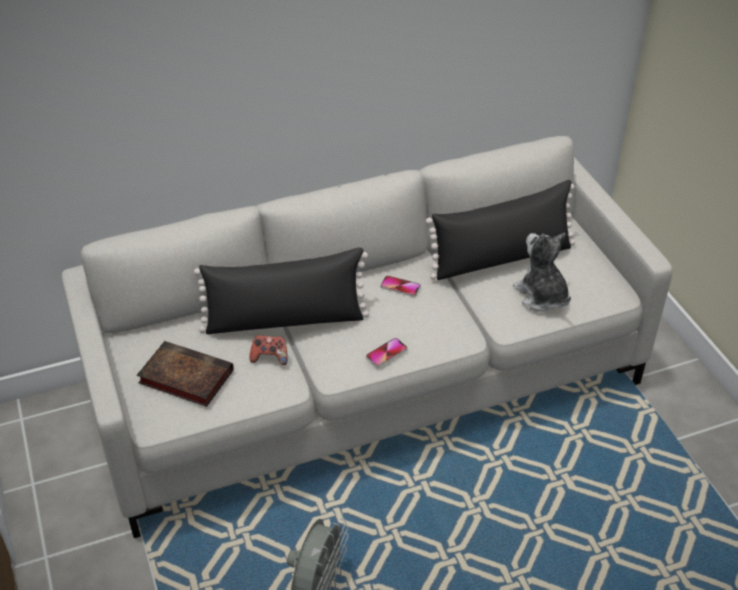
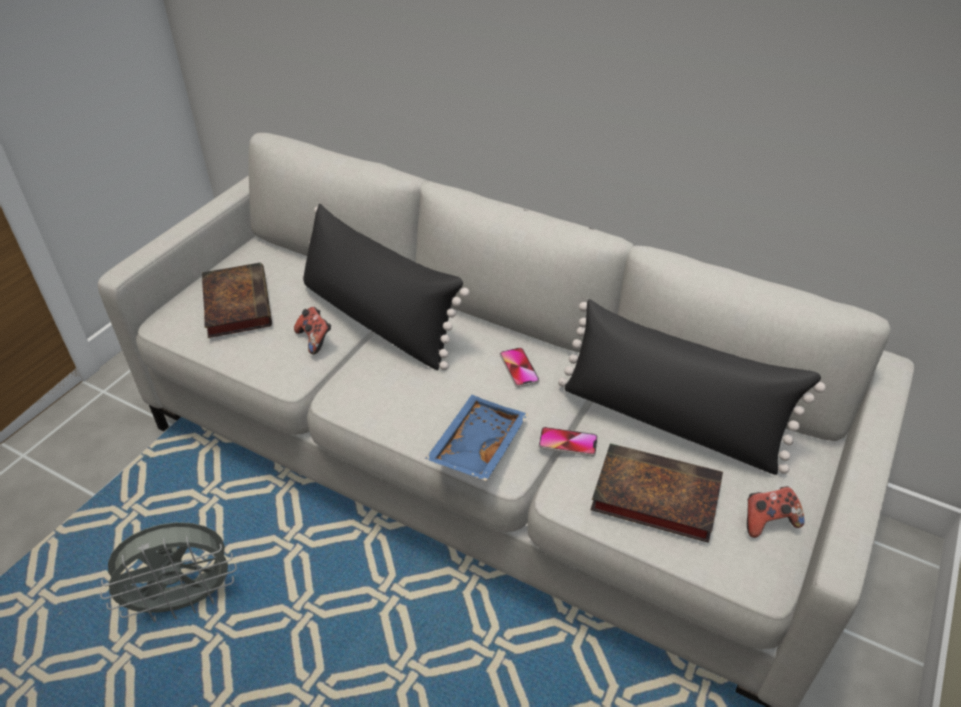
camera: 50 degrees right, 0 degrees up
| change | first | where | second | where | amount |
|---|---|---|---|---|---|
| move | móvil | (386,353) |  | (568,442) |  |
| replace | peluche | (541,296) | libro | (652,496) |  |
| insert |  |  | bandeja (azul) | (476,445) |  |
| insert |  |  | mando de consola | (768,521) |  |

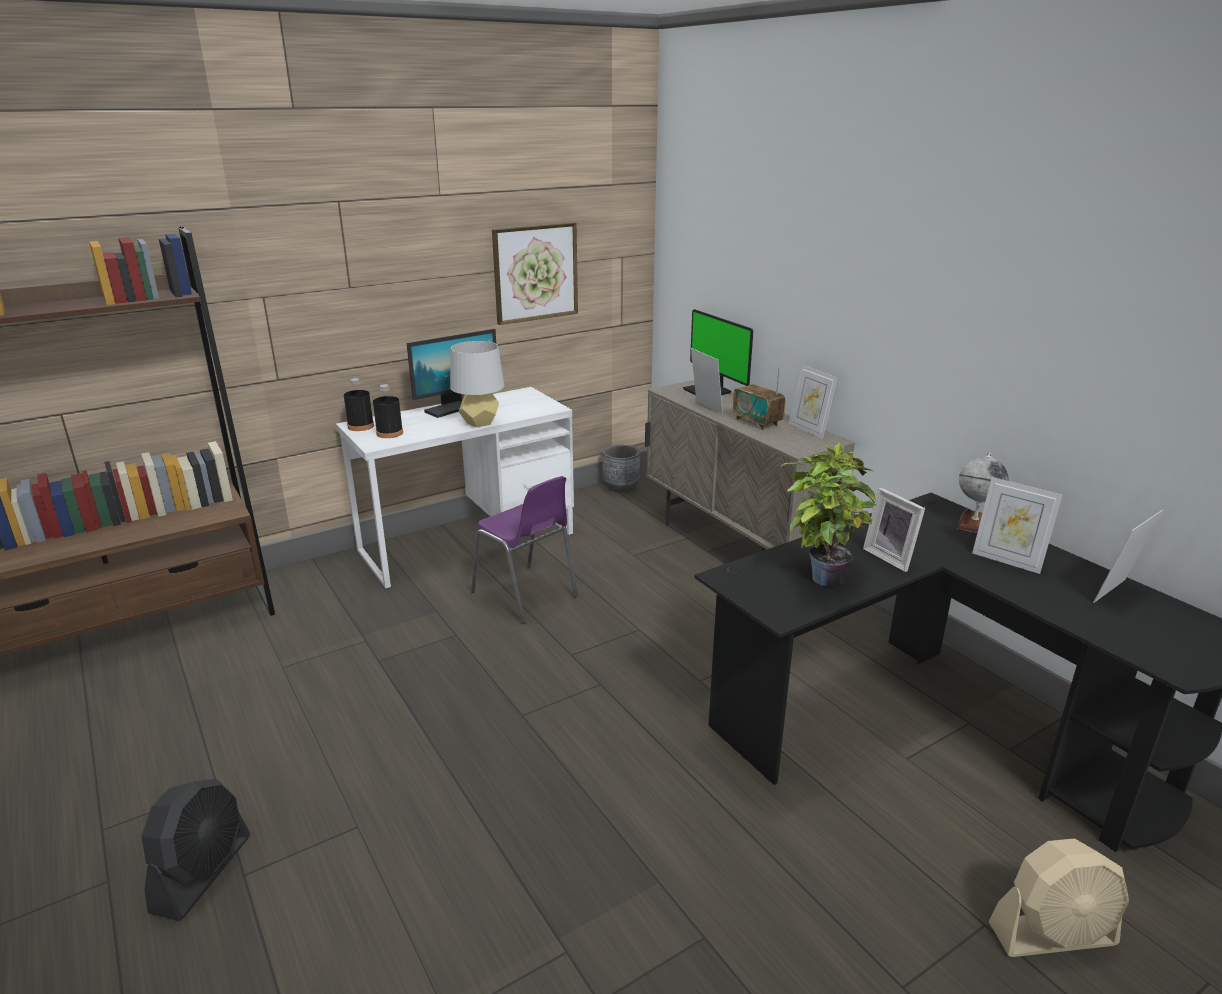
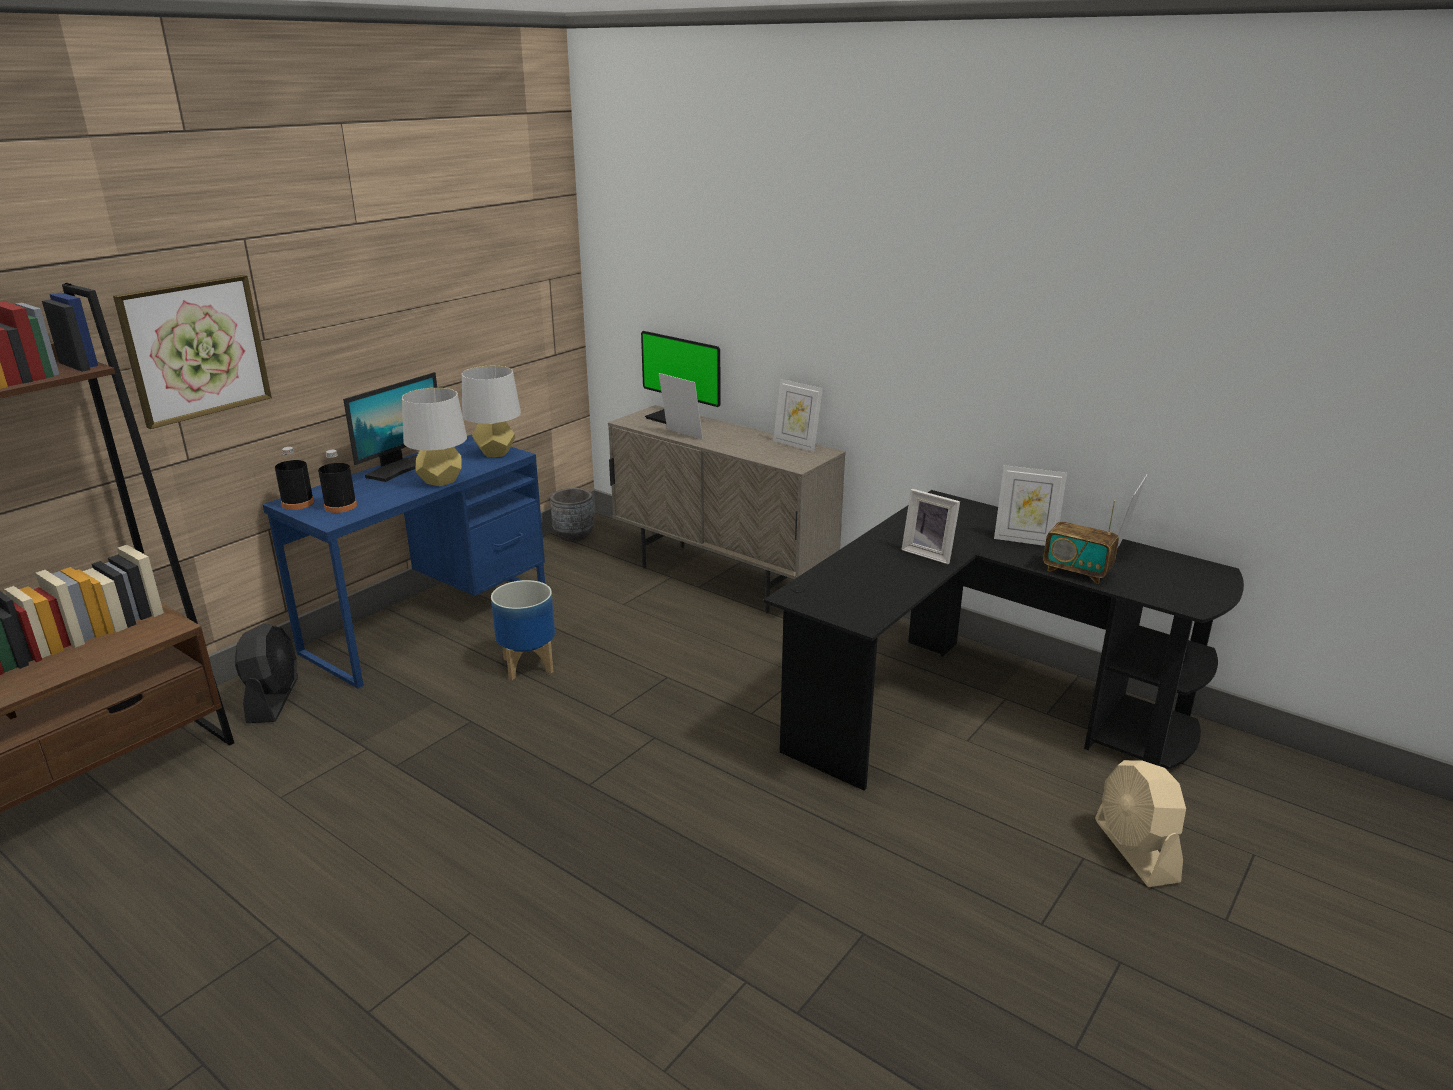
camera: 20 degrees left, 0 degrees up
| change | first | where | second | where | amount |
|---|---|---|---|---|---|
| move | ventilador (negro) | (202,873) |  | (273,700) |  |
| recolor | escritorio (blanco) | (467,542) | escritorio (azul) | (429,621) |  |
| replace | silla (morado) | (526,595) | maceta | (528,666) |  |
| move | cuadro | (535,272) |  | (195,349) |  |
| move | radio | (757,422) |  | (1077,571) |  |
| delete | planta en maceta | (820,575) |  |  |  |
| delete | globo terráqueo | (974,524) |  |  |  |
| rotate | ventilador (beis) | (1053,934) |  | (1135,851) | 105 degrees clockwise |
| insert |  |  | lámpara de mesa (gris) | (495,453) |  |

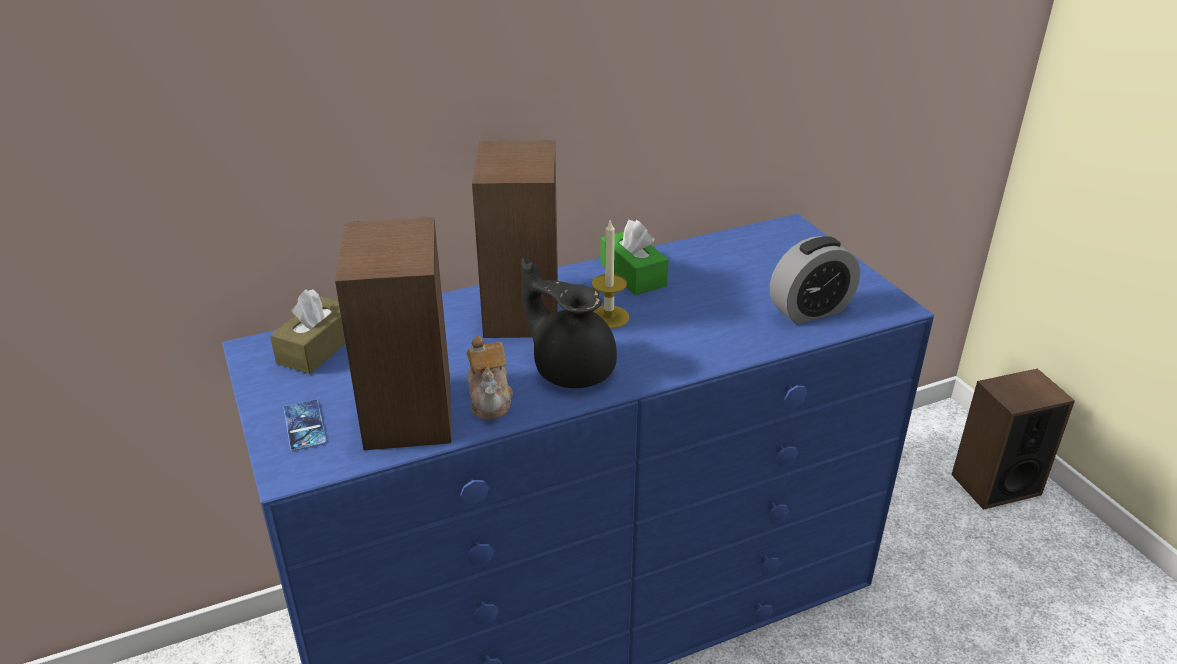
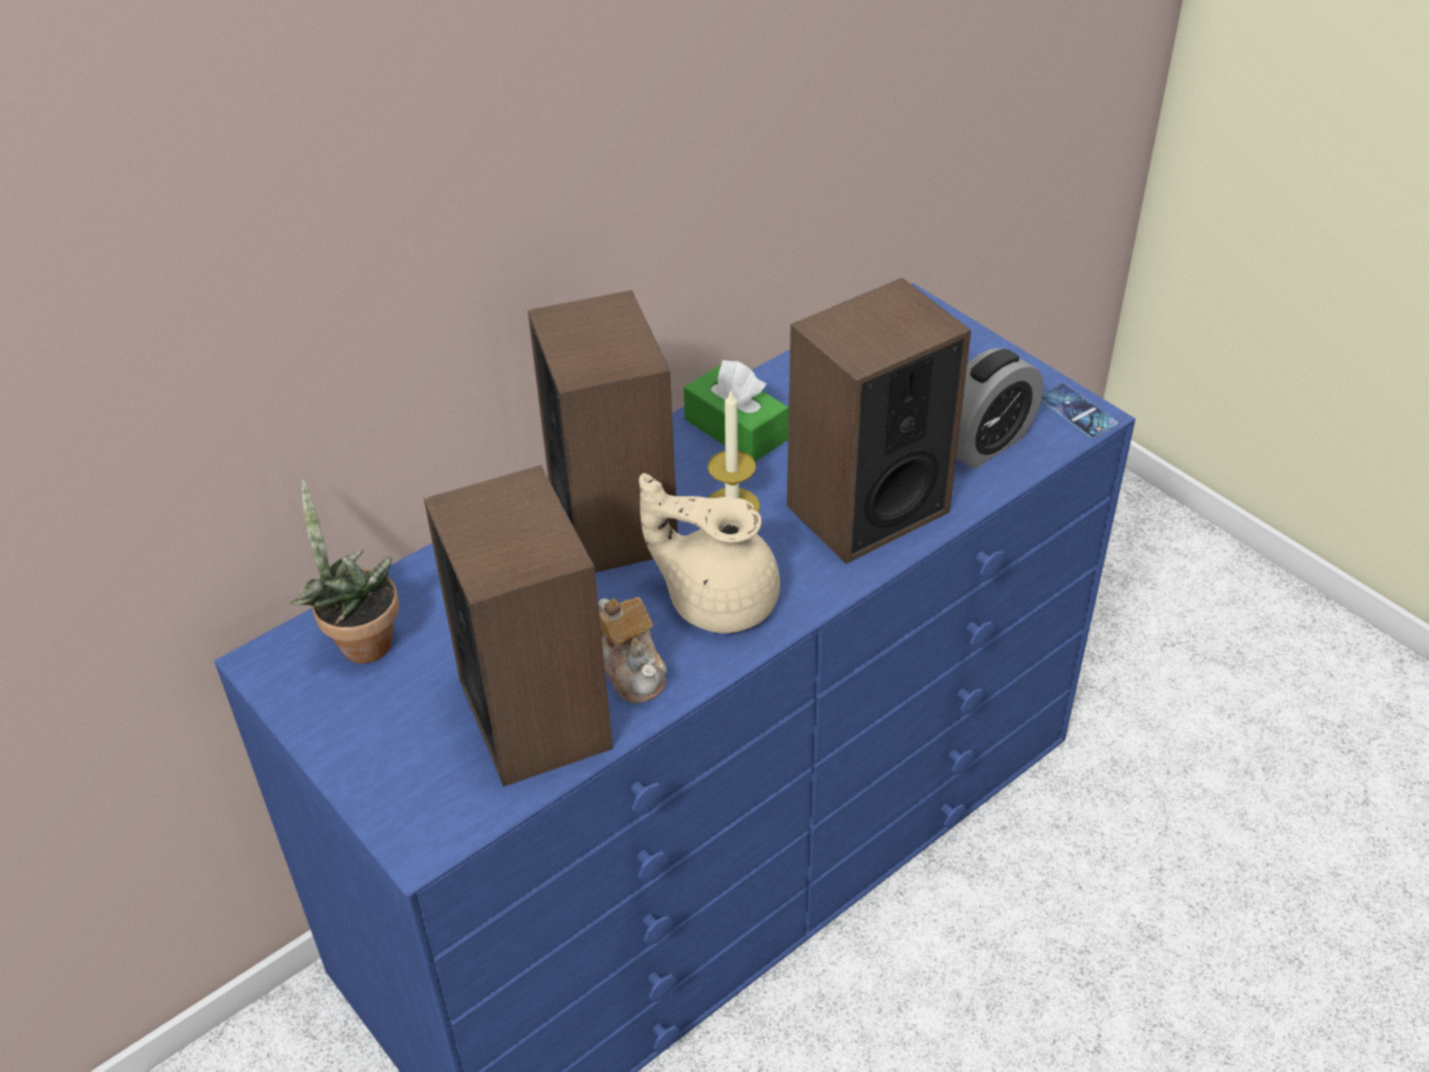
camera: 15 degrees left, 10 degrees up
| change | first | where | second | where | amount |
|---|---|---|---|---|---|
| replace | caja de pañuelos (marrón) | (318,348) | planta en maceta | (359,642) |  |
| move | móvil | (304,425) |  | (1077,411) |  |
| recolor | tetera (negro) | (571,368) | tetera (beis) | (718,599) |  |
| move | altavoz | (995,484) |  | (866,508) |  |

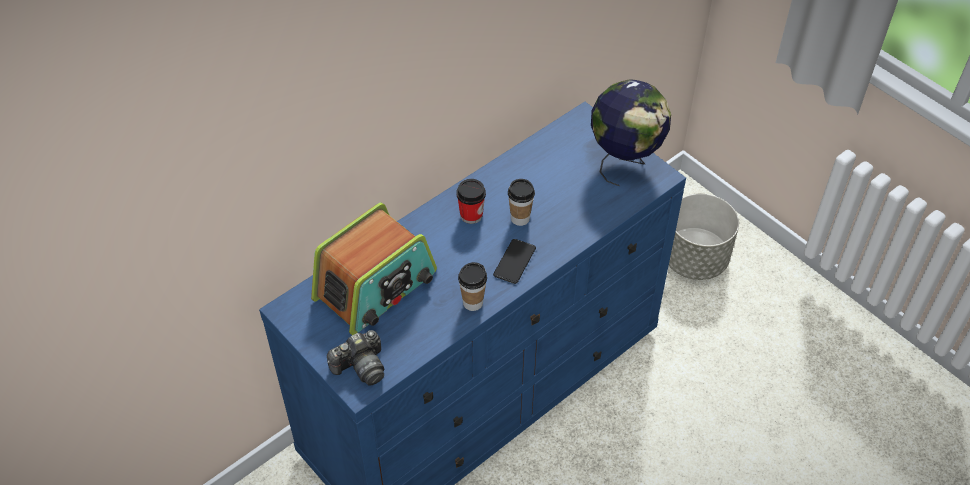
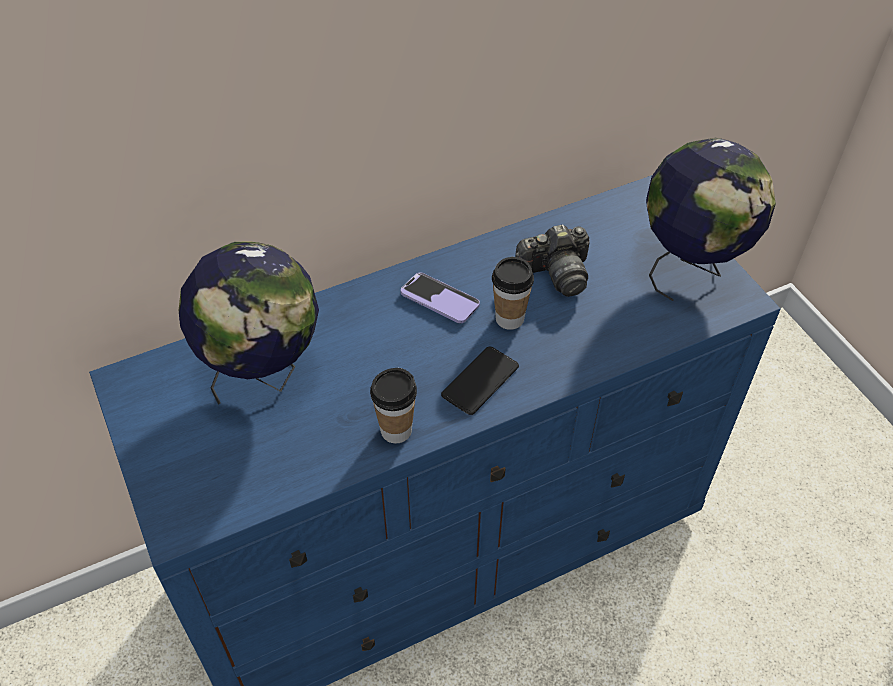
camera: 15 degrees right, 0 degrees up
| change | first | where | second | where | amount |
|---|---|---|---|---|---|
| replace | radio | (376,286) | globo terráqueo | (264,374) |  |
| move | cámara | (360,367) |  | (556,274) |  |
| replace | taza | (471,215) | móvil | (440,299) |  |
| delete | maceta (gris) | (695,259) |  |  |  |

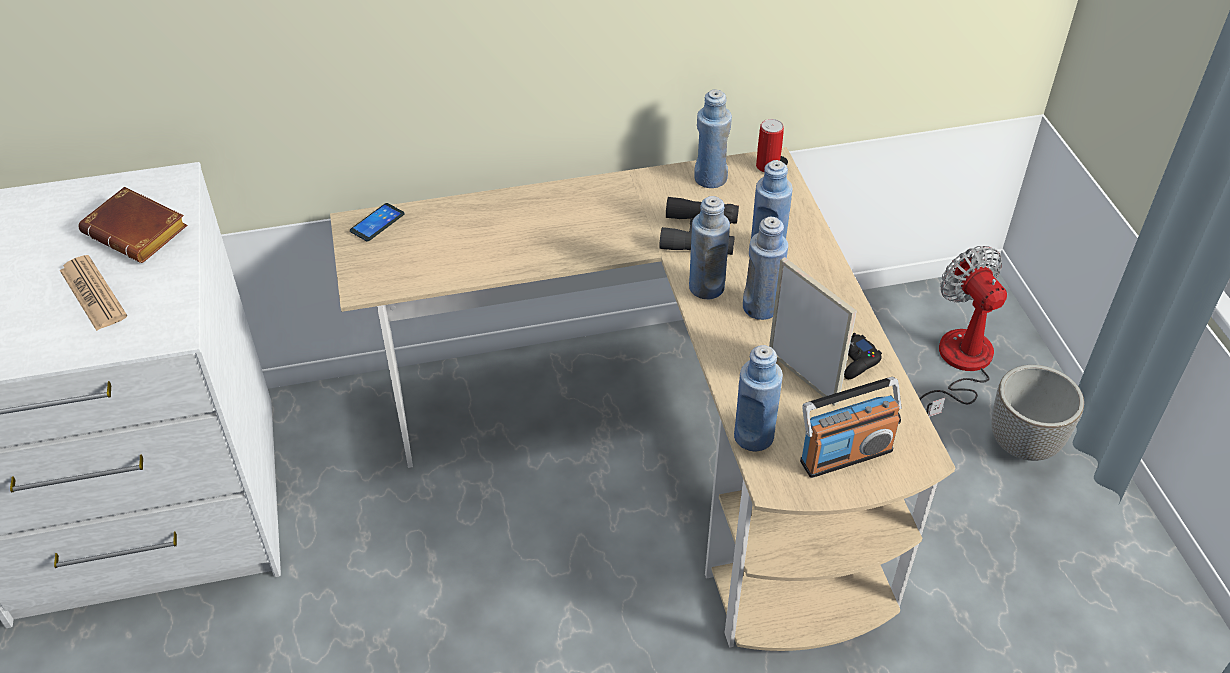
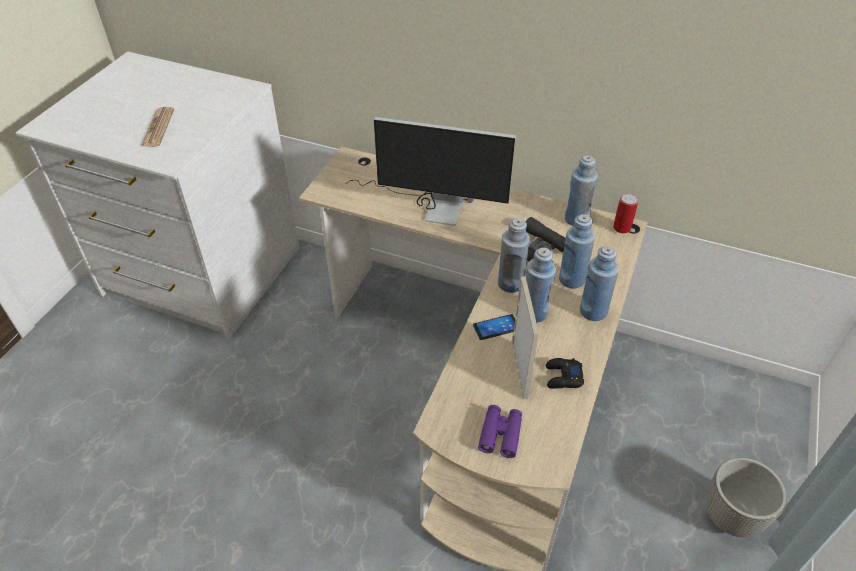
camera: 35 degrees right, 0 degrees up
| change | first | where | second | where | amount |
|---|---|---|---|---|---|
| delete | libro (marrón) | (139,231) |  |  |  |
| move | móvil | (377,223) |  | (496,327) |  |
| move | botella (azul) | (753,436) |  | (593,311) |  |
| replace | radio | (845,455) | prismáticos (morado) | (500,434) |  |
| delete | ventilador | (958,365) |  |  |  |
| insert |  |  | monitor | (431,207) |  |

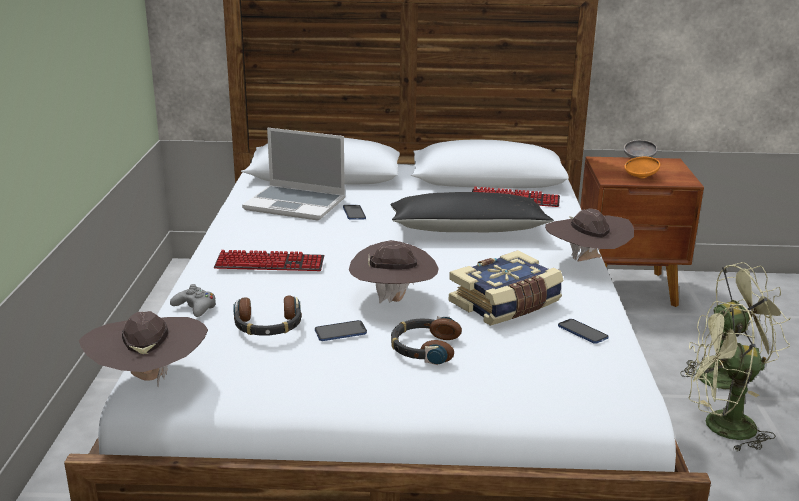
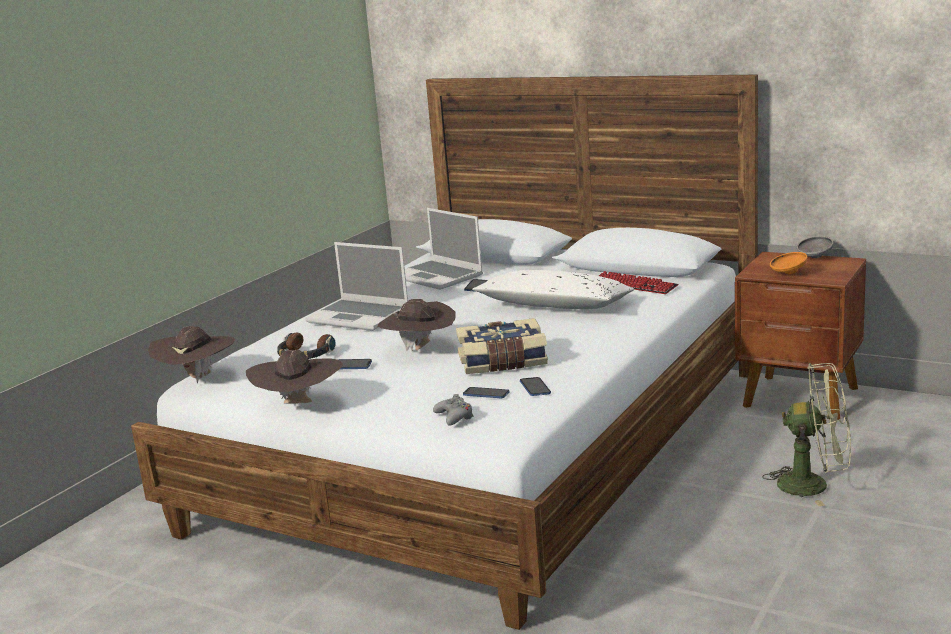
camera: 30 degrees right, 5 degrees down
| change | first | where | second | where | amount |
|---|---|---|---|---|---|
| move | mando de consola (gris) | (195,307) |  | (454,417) |  |
| replace | teclado | (269,264) | portátil | (360,316) |  |
| recolor | cojín (negro) | (467,230) | cojín (blanco) | (554,306) |  |
| delete | auriculares | (424,348) |  |  |  |
| move | sombrero (marrón) | (586,262) |  | (299,406) |  |
| delete | ventilador (verde) | (718,427) |  |  |  |
| insert |  |  | móvil | (486,394) |  |

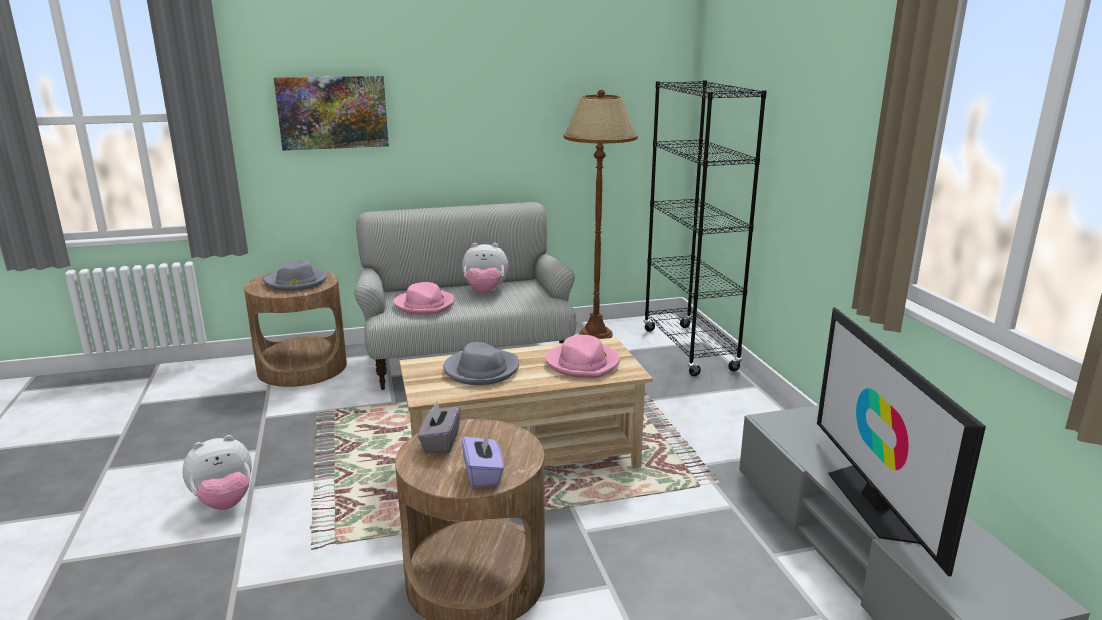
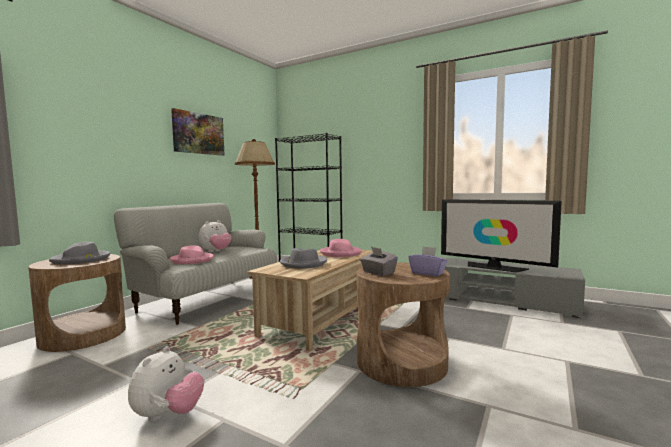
camera: 45 degrees left, 15 degrees down
| change | first | where | second | where | amount |
|---|---|---|---|---|---|
| move | cuadro | (333,112) |  | (198,133) |  |

